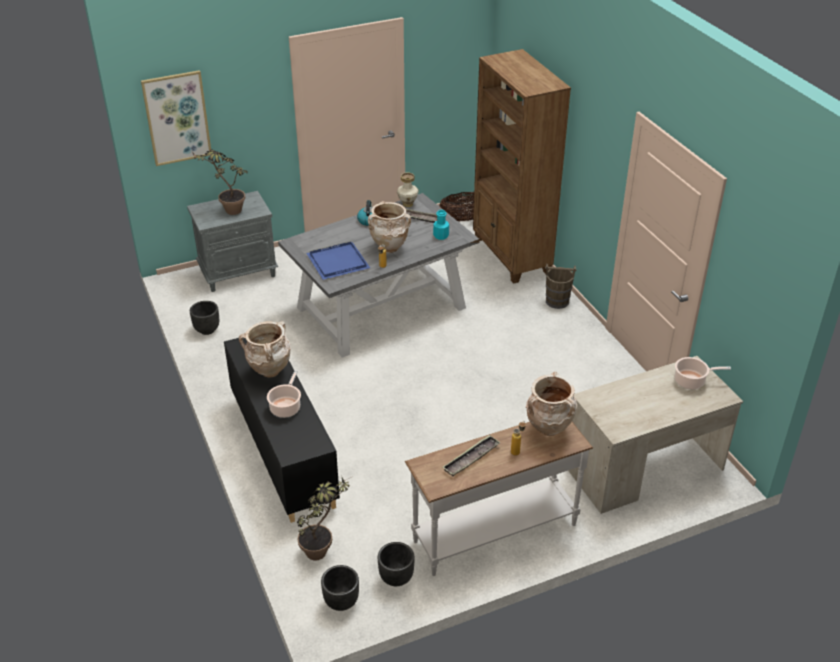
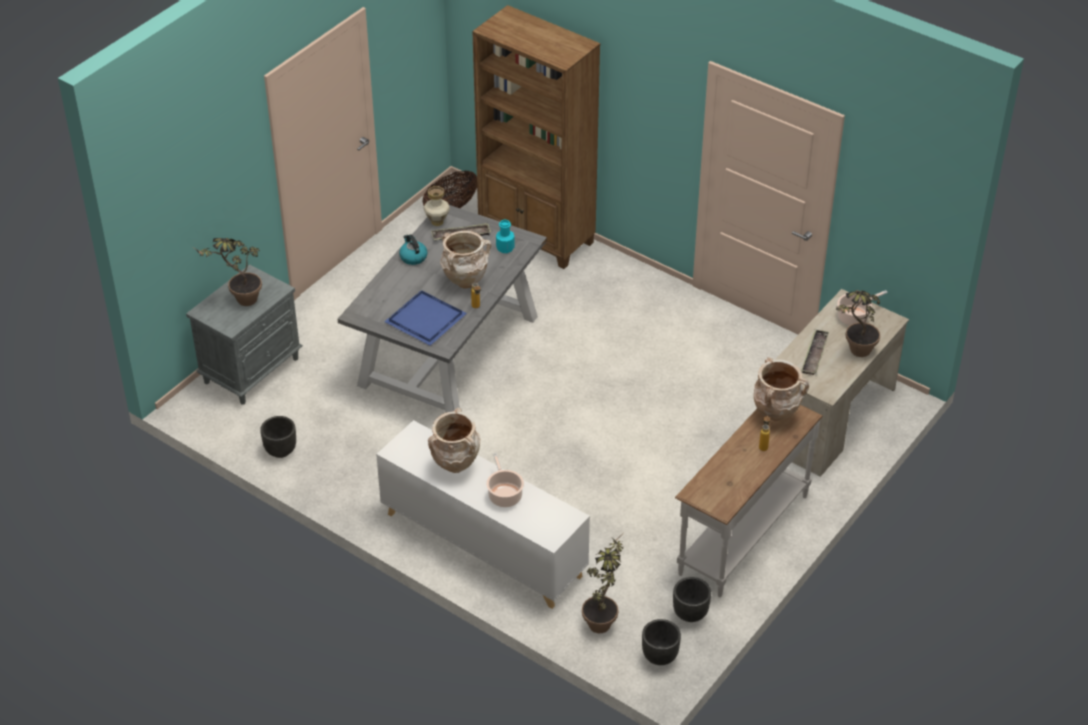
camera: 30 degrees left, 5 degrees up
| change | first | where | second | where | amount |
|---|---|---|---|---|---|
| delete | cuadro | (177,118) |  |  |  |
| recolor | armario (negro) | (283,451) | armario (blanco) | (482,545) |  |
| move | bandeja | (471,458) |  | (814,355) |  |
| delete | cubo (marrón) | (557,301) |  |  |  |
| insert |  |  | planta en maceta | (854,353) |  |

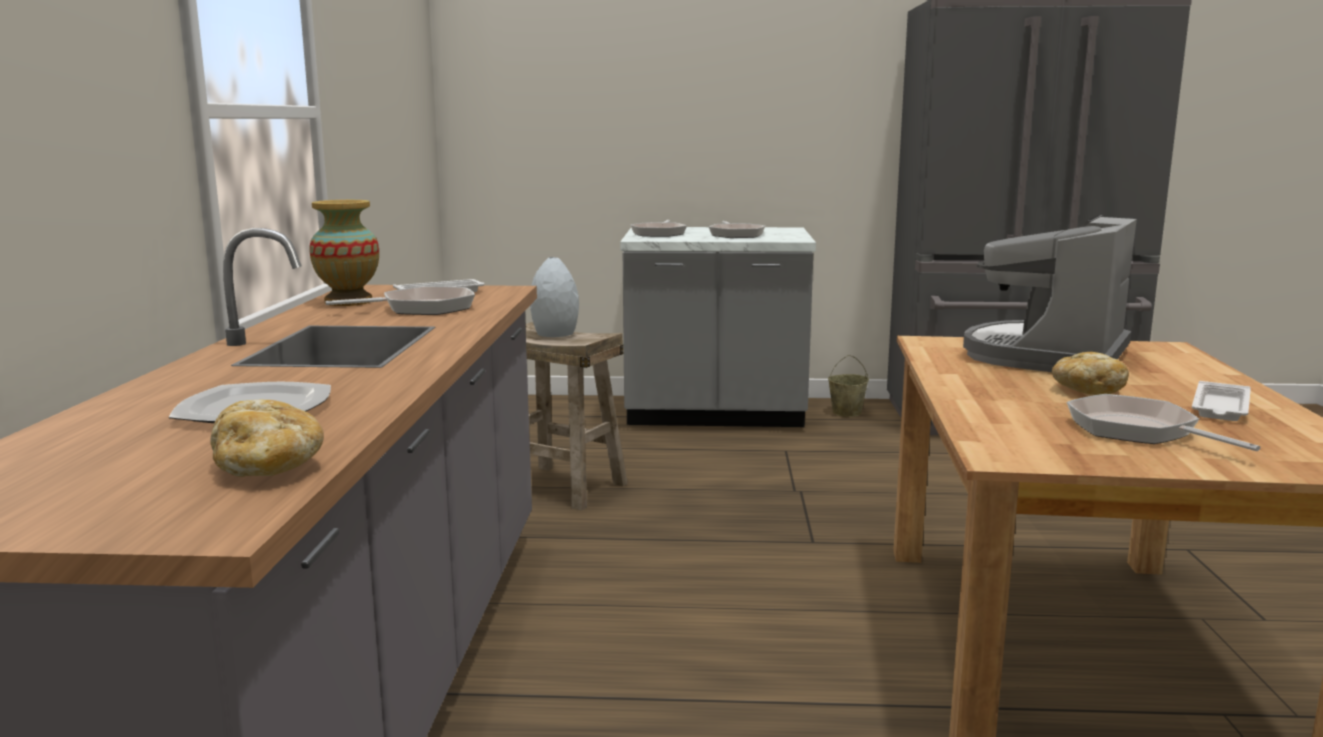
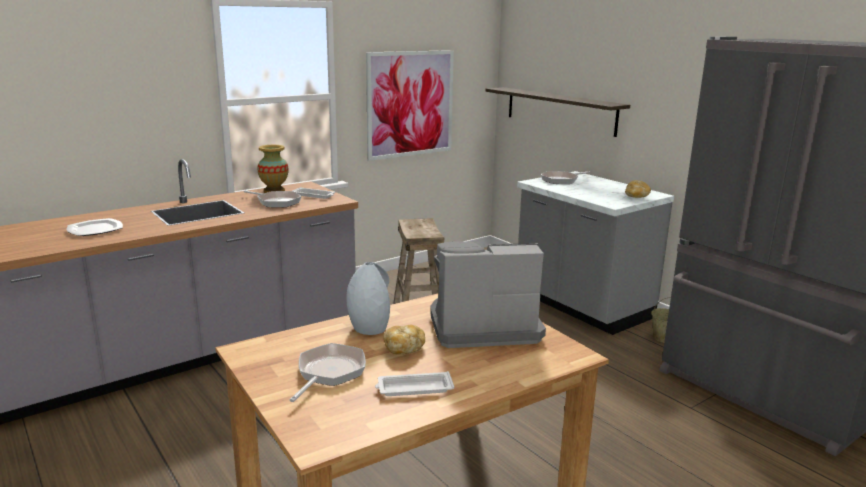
camera: 50 degrees right, 5 degrees up
| change | first | where | second | where | amount |
|---|---|---|---|---|---|
| move | pan | (268,468) |  | (636,196) |  |
| move | florero (gris) | (554,334) |  | (369,328) |  |
| delete | sartén | (736,234) |  |  |  |
| insert |  |  | cuadro | (410,104) |  |
| insert |  |  | estante | (560,110) |  |

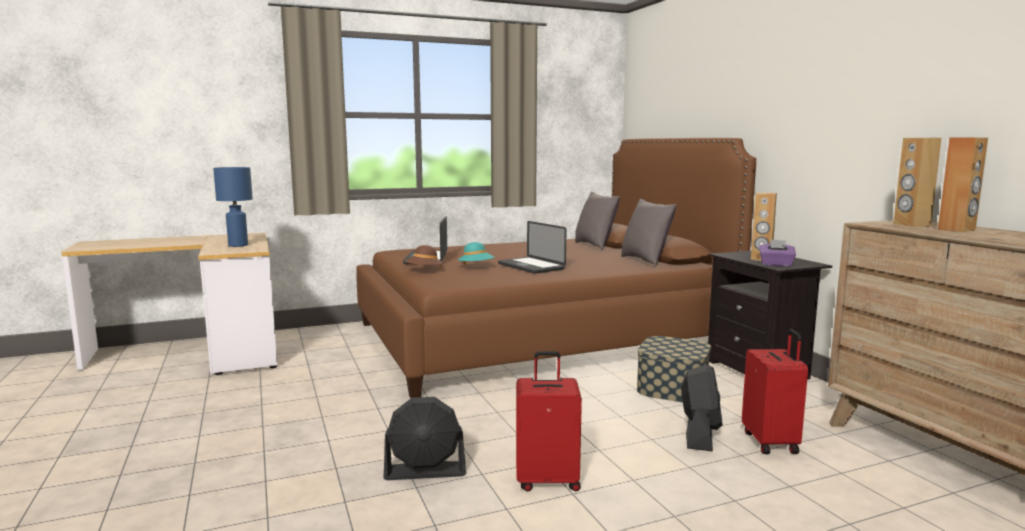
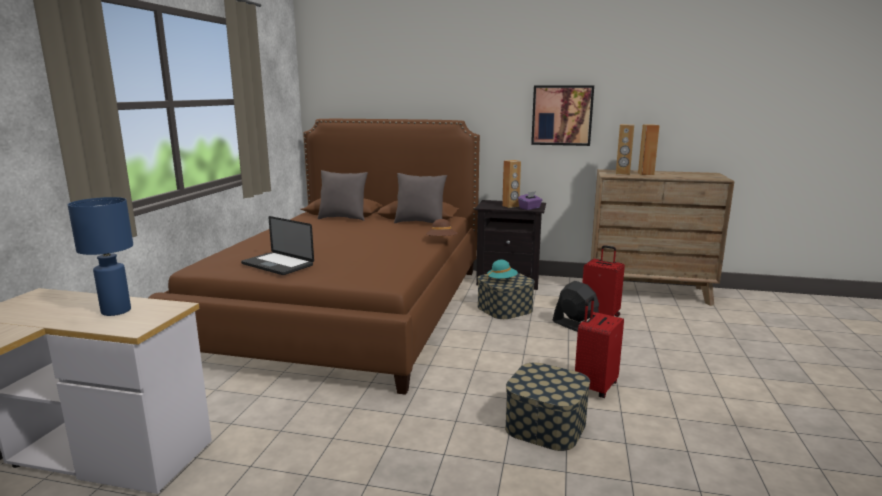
camera: 55 degrees left, 5 degrees up
| change | first | where | second | where | amount |
|---|---|---|---|---|---|
| replace | ventilador (negro) | (425,471) | caja de almacenaje | (545,425) |  |
| move | sombrero (marrón) | (424,271) |  | (441,241) |  |
| move | sombrero (turquesa) | (476,267) |  | (502,280) |  |
| delete | portátil | (531,266) |  |  |  |
| insert |  |  | cuadro | (562,115) |  |

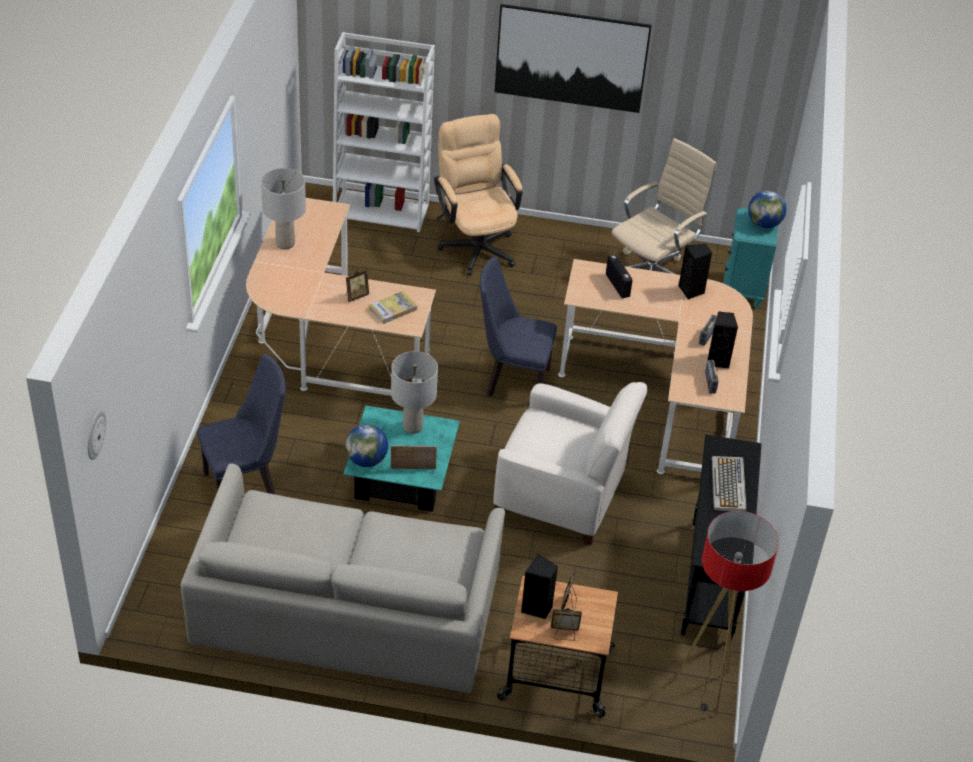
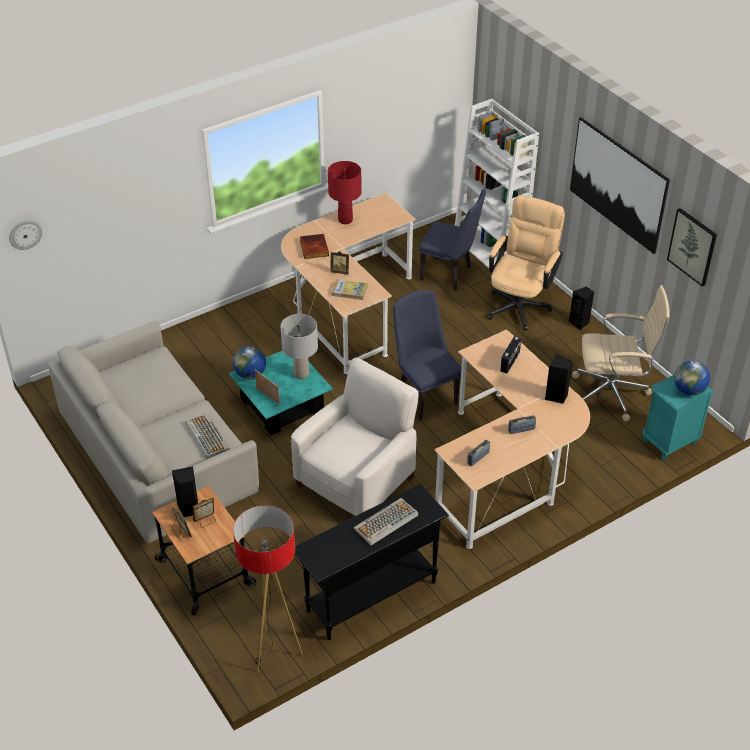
camera: 50 degrees right, 0 degrees up
| change | first | where | second | where | amount |
|---|---|---|---|---|---|
| move | silla (azul) | (246,484) |  | (450,274) |  |
| recolor | lámpara de mesa (gris) | (285,243) | lámpara de mesa (rojo) | (345,220) |  |
| rotate | sillón (blanco) | (562,495) |  | (356,480) | 120 degrees counterclockwise |
| move | altavoz (negro) | (718,360) |  | (580,323) |  |
| insert |  |  | teclado | (206,436) |  |
| insert |  |  | libro | (313,248) |  |
| insert |  |  | cuadro | (692,246) |  |

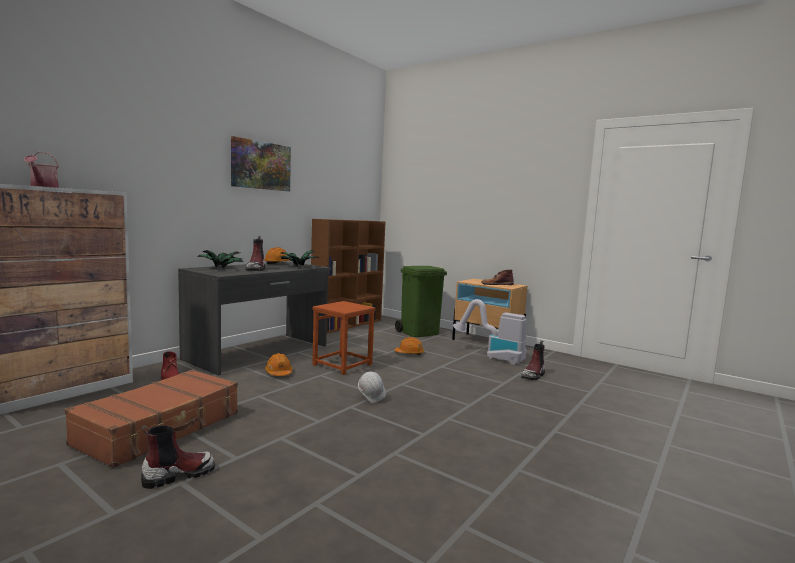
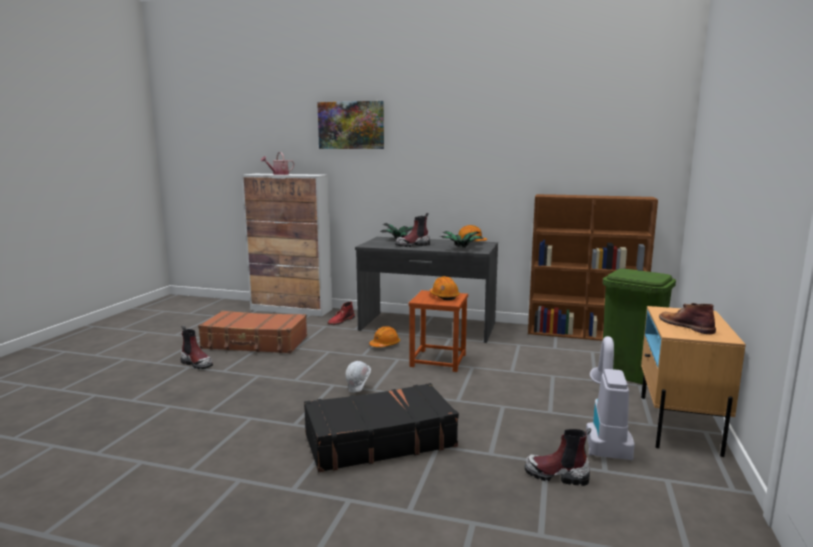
camera: 70 degrees right, 5 degrees up
| change | first | where | second | where | amount |
|---|---|---|---|---|---|
| move | cuadro | (261,165) |  | (351,125) |  |
| move | casco (naranja) | (409,353) |  | (444,296) |  |
| insert |  |  | maleta (negro) | (379,440) |  |

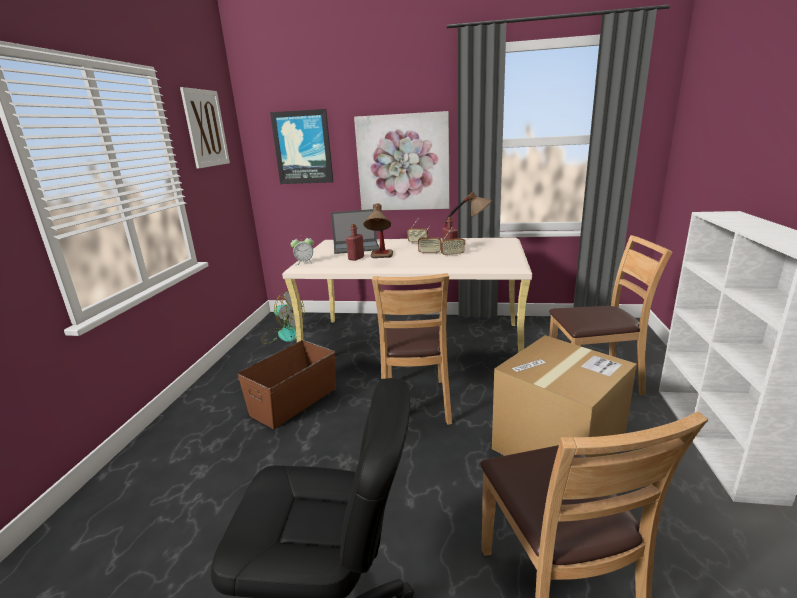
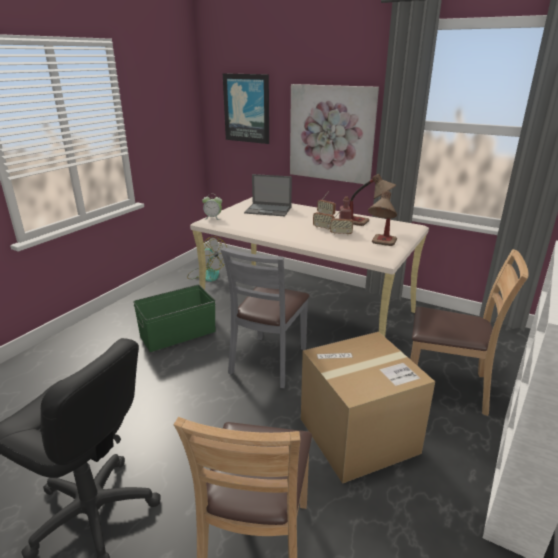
camera: 20 degrees right, 5 degrees up
| change | first | where | second | where | amount |
|---|---|---|---|---|---|
| delete | cuadro | (205,128) |  |  |  |
| recolor | caja de almacenaje (marrón) | (293,401) | caja de almacenaje (verde) | (177,333) |  |
| delete | botella (rojo) | (356,258) |  |  |  |
| move | lámpara de mesa | (381,258) |  | (381,246) |  |
| recolor | silla (marrón) | (416,402) | silla (gris) | (269,361) |  |

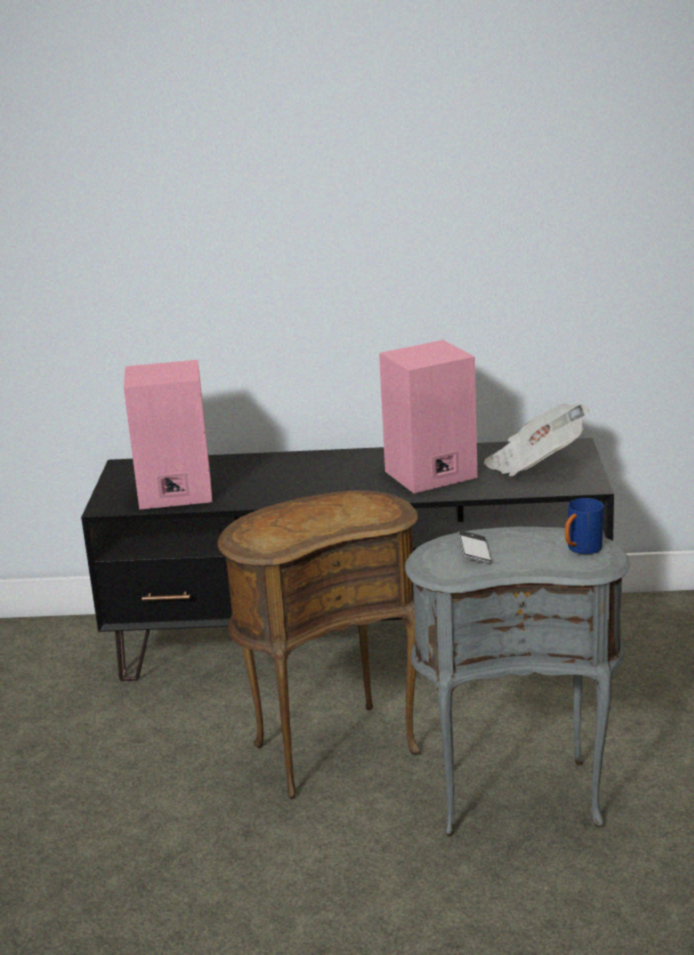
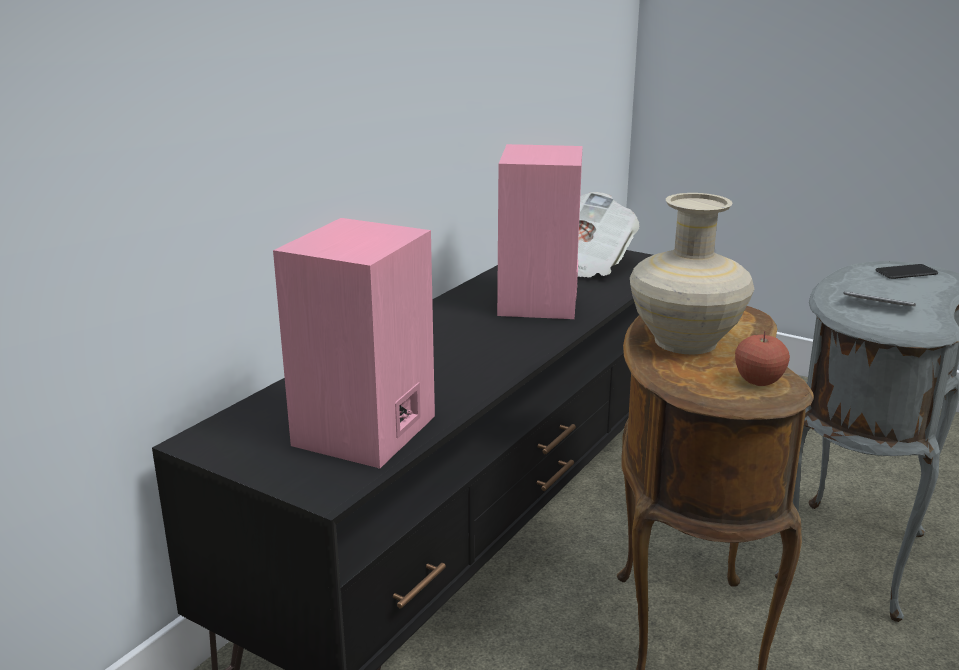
camera: 60 degrees left, 0 degrees up
| change | first | where | second | where | amount |
|---|---|---|---|---|---|
| replace | taza grande (azul) | (580,550) | móvil | (906,273) |  |
| insert |  |  | florero (beis) | (685,342) |  |
| insert |  |  | manzana | (758,381) |  |

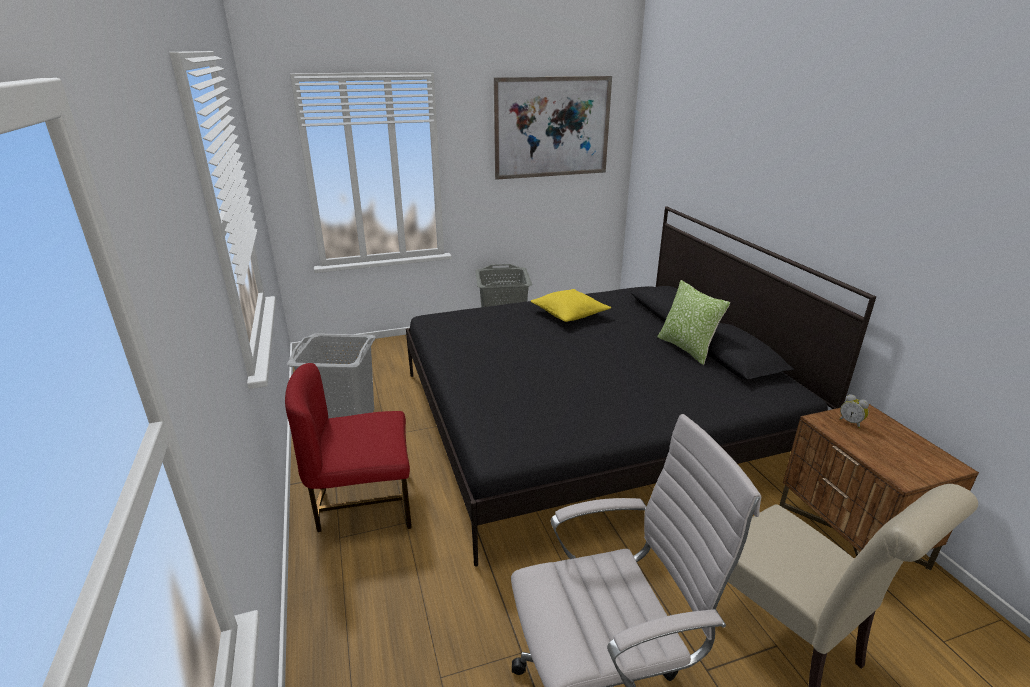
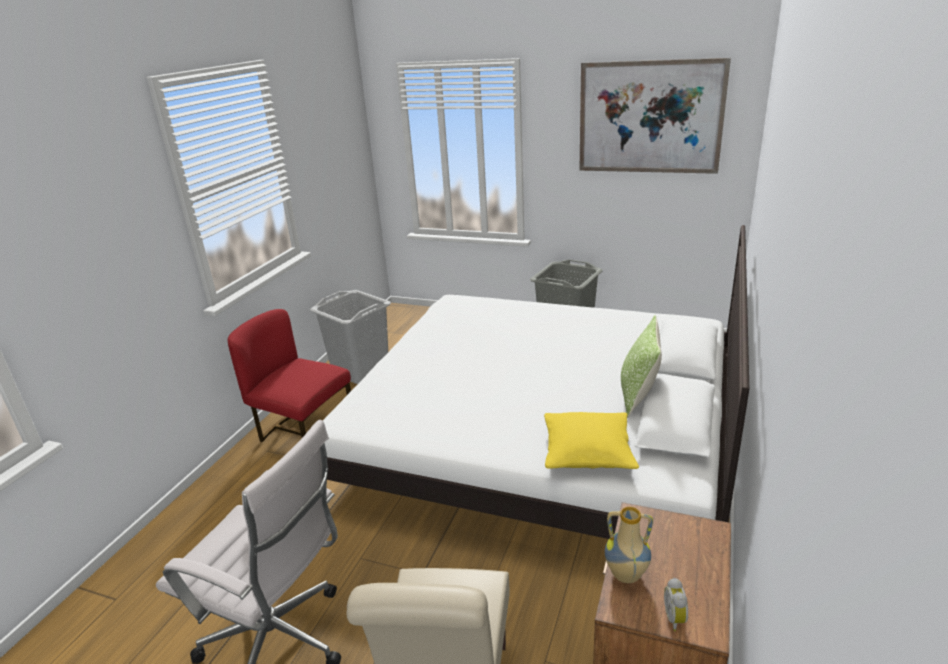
camera: 40 degrees right, 0 degrees up
| change | first | where | second | where | amount |
|---|---|---|---|---|---|
| recolor | cama (negro) | (589,420) | cama (blanco) | (542,441) |  |
| move | cojín (amarillo) | (569,314) |  | (588,452) |  |
| move | despertador | (851,422) |  | (676,619) |  |
| insert |  |  | florero | (626,575) |  |

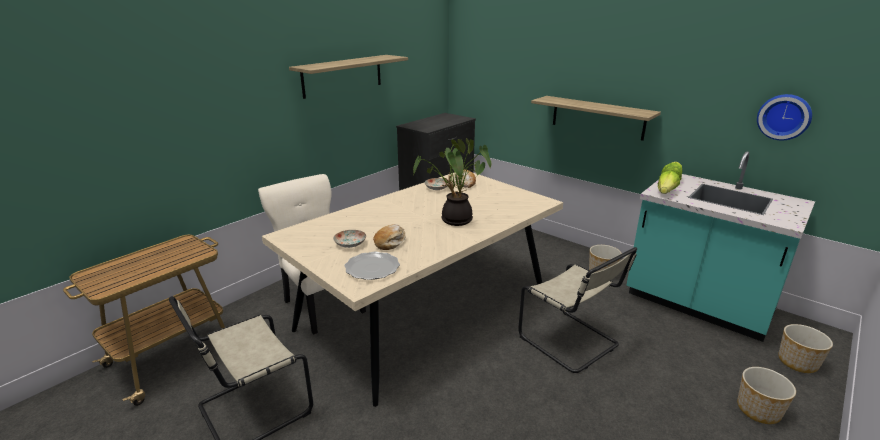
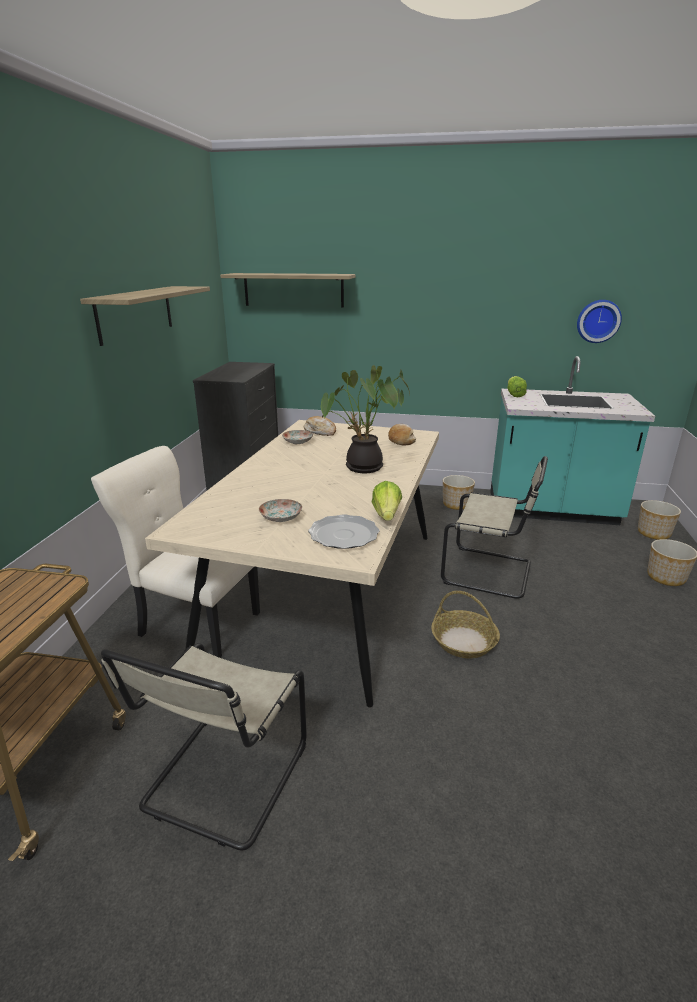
camera: 30 degrees left, 0 degrees up
| change | first | where | second | where | amount |
|---|---|---|---|---|---|
| move | pan | (390,242) |  | (401,440) |  |
| move | estante | (597,117) |  | (293,290) |  |
| move | lechuga | (665,192) |  | (386,515) |  |
| insert |  |  | cesta | (463,641) |  |

